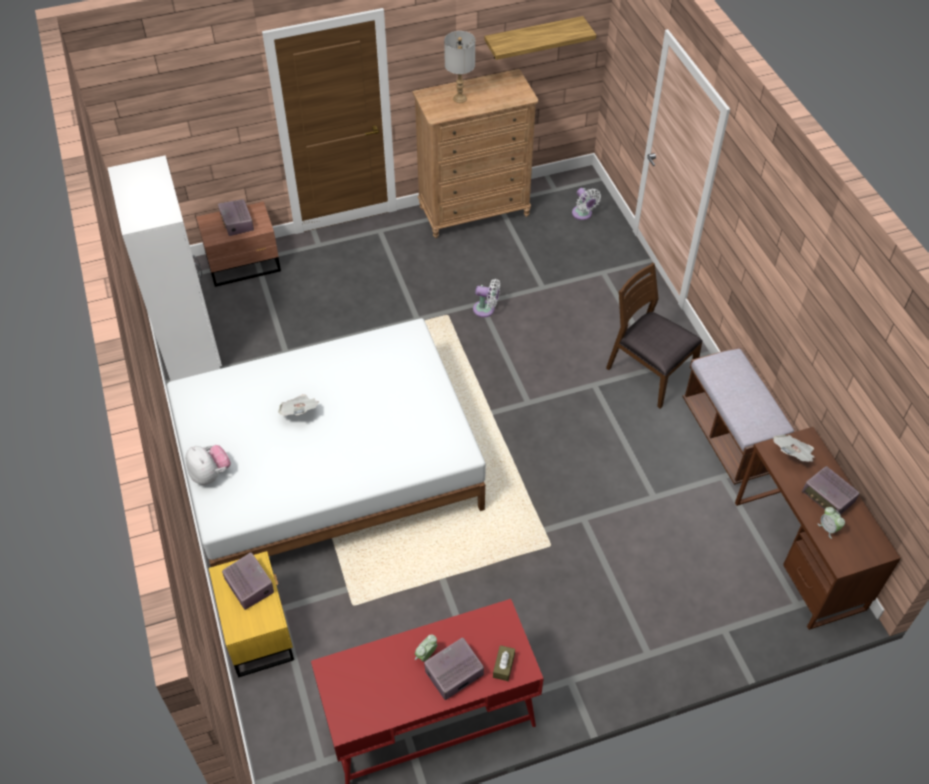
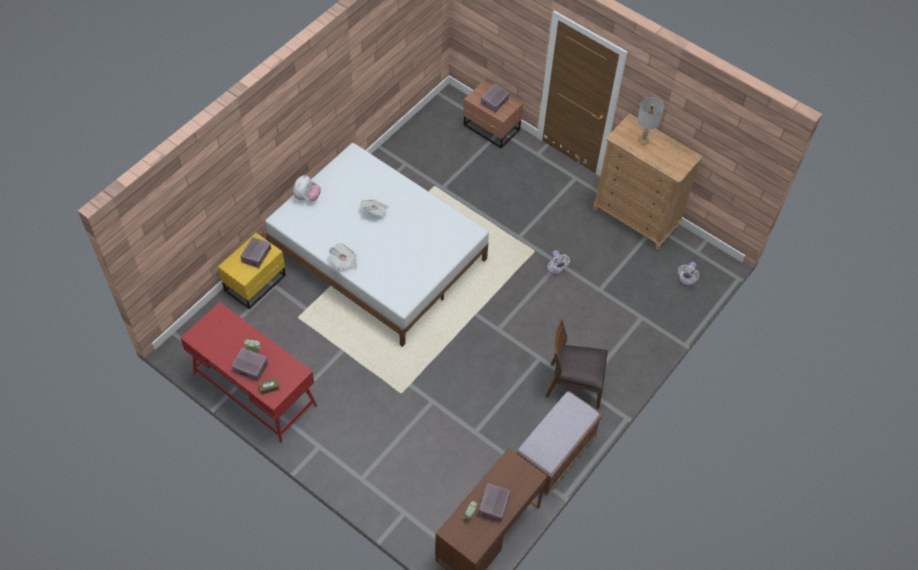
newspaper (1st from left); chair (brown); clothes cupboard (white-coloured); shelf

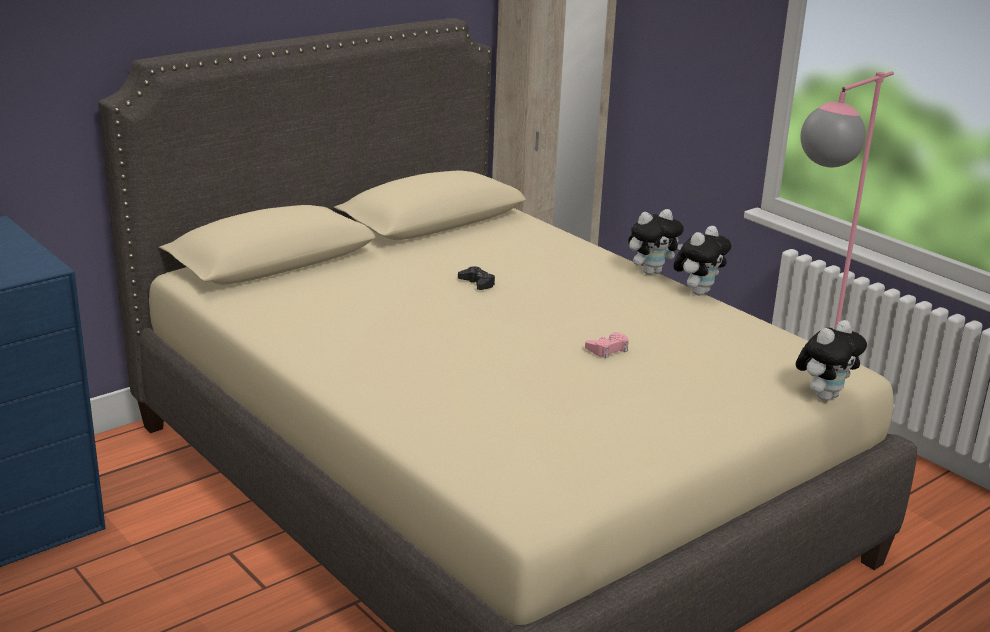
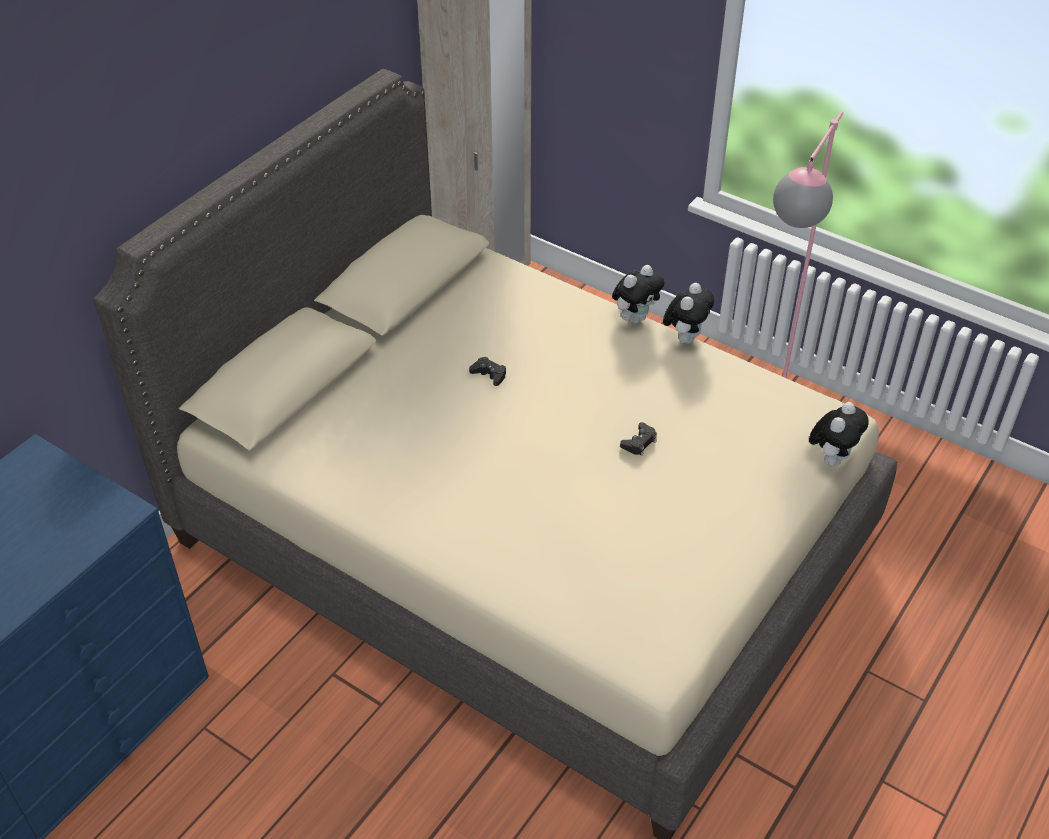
joypad (blackish) (2nd from left)

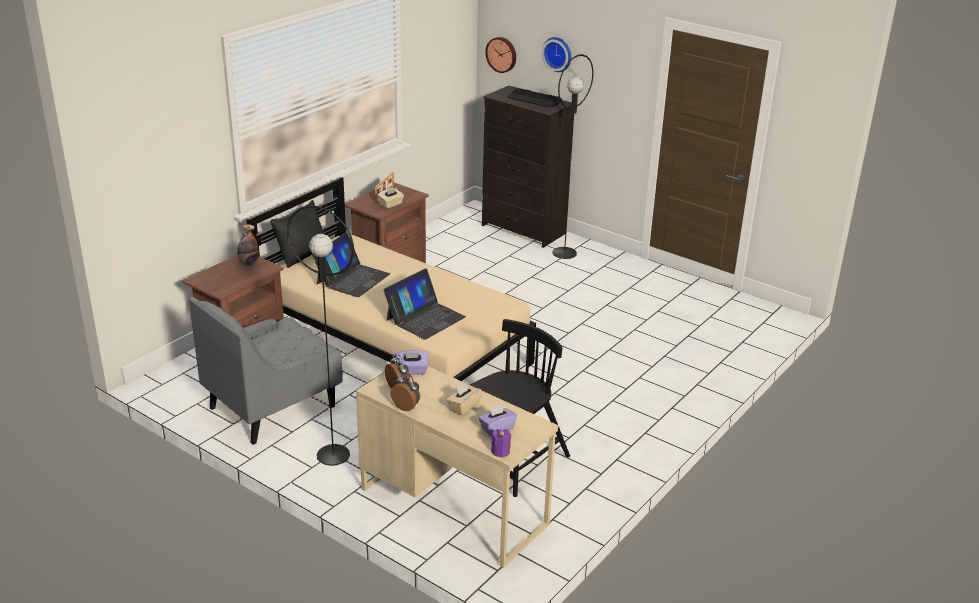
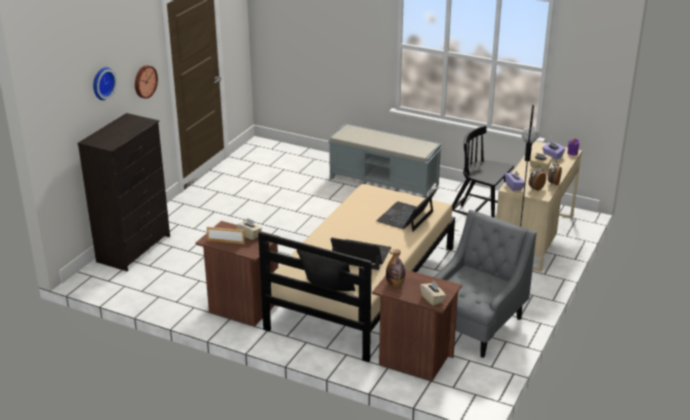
wall clock (2nd from left); bench (gray); notebook computer (2nd from left); tissue box (beige-coloured) (2nd from left); armchair (gray); PC keyboard; standing lamp (blackish) (2nd from left in the first image)

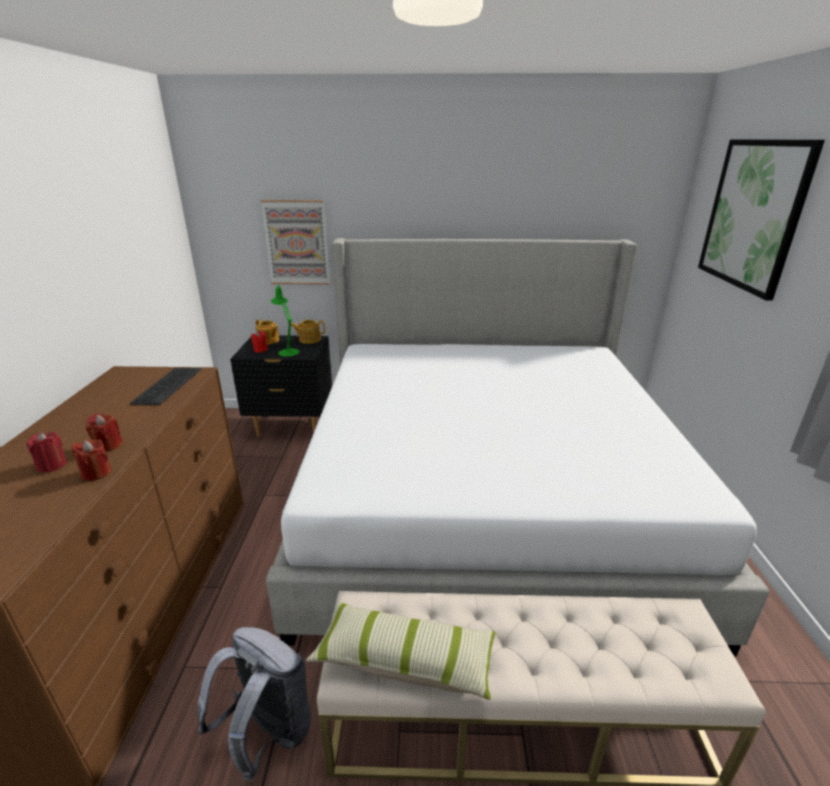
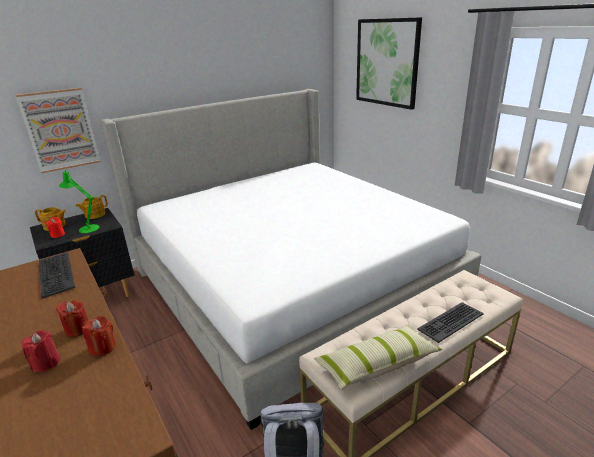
PC keyboard (2nd from left)

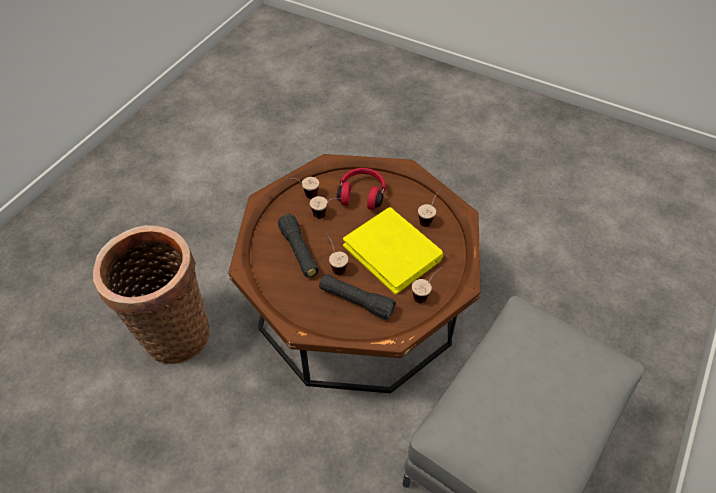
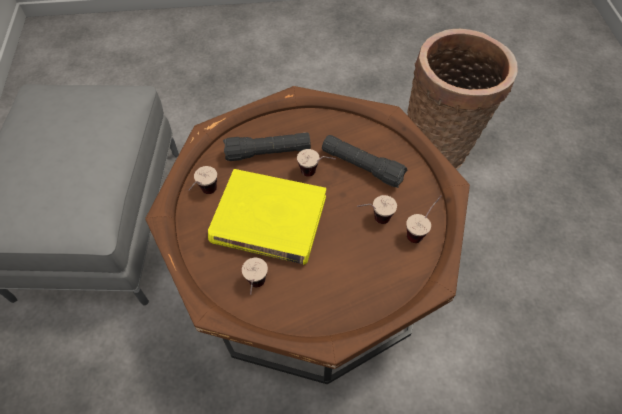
pair of headphones (reddish)

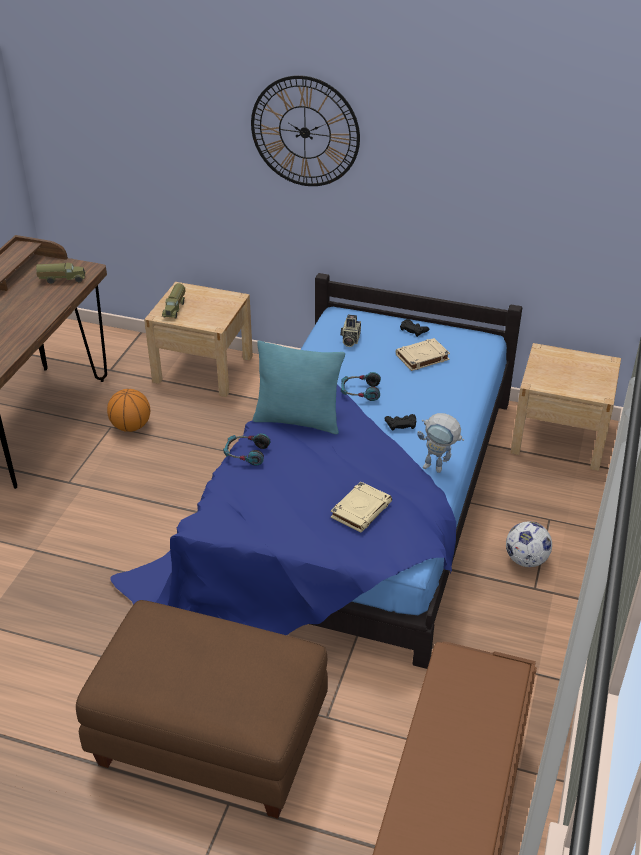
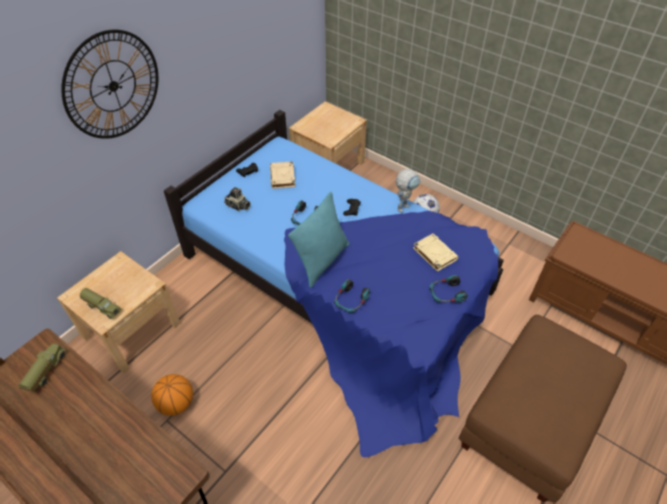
pair of headphones (3rd from left)

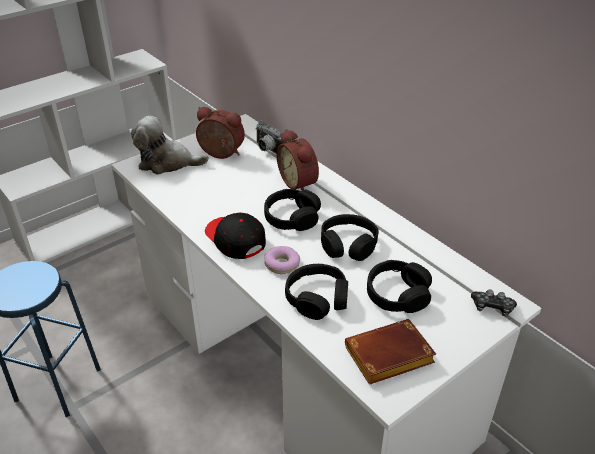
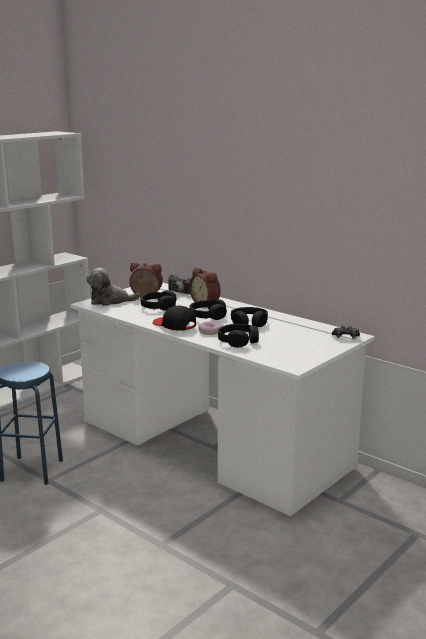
pair of headphones (blackish) (1st from left); volume (brown)

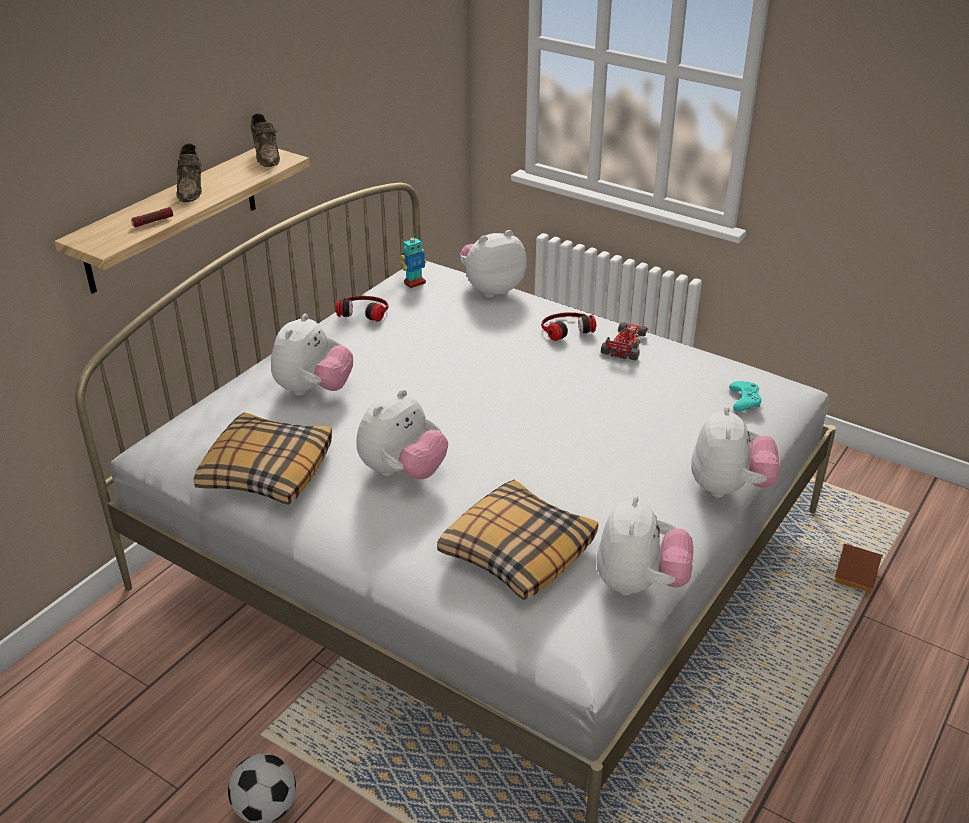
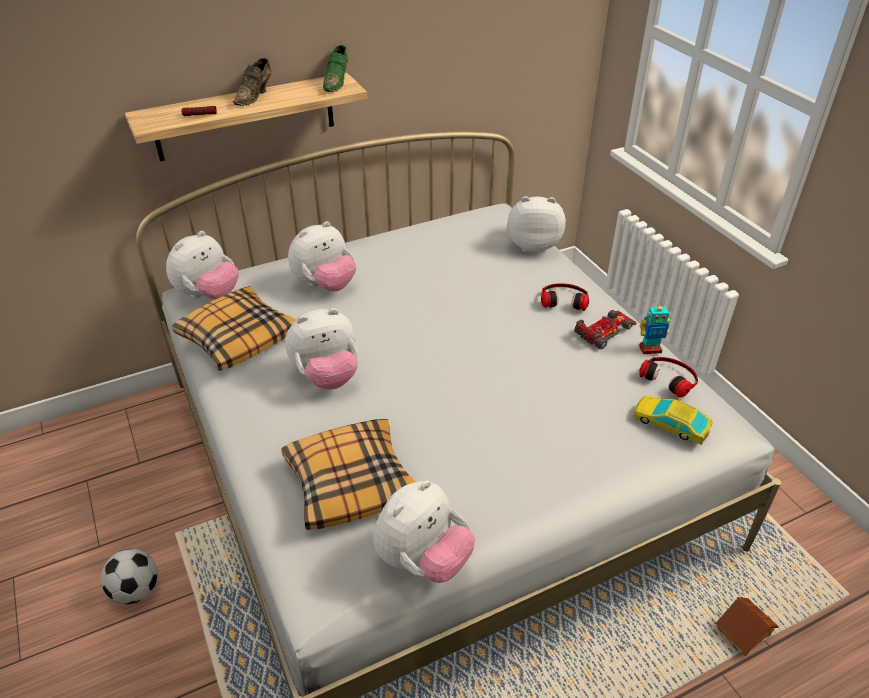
soft toy (1st from left); low shoe (green); toy car (2nd from left); model robot; pair of headphones (2nd from left)

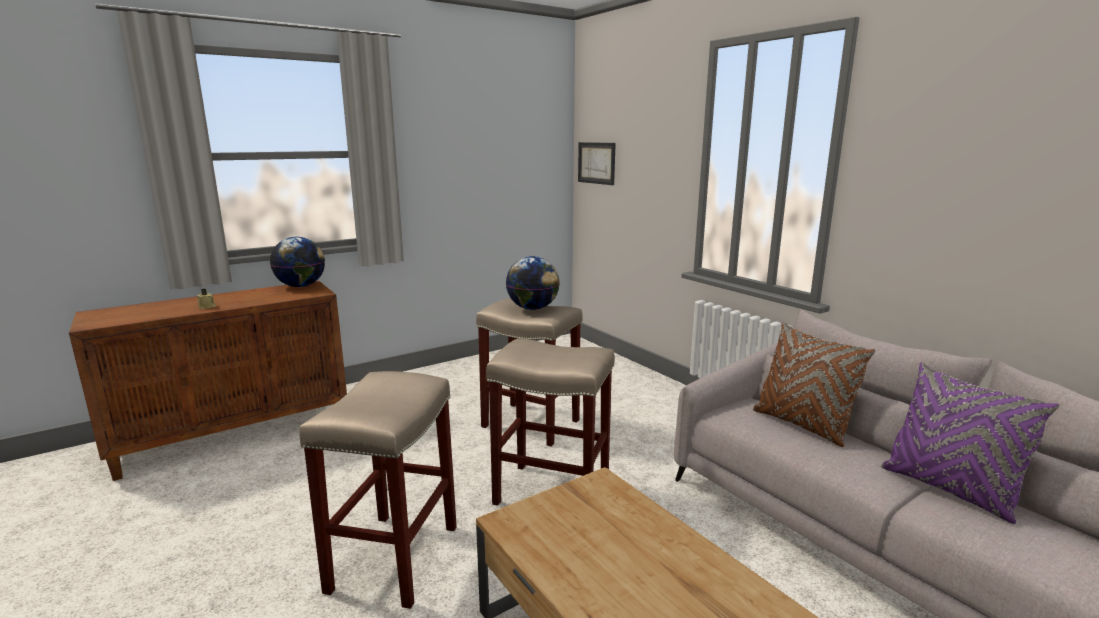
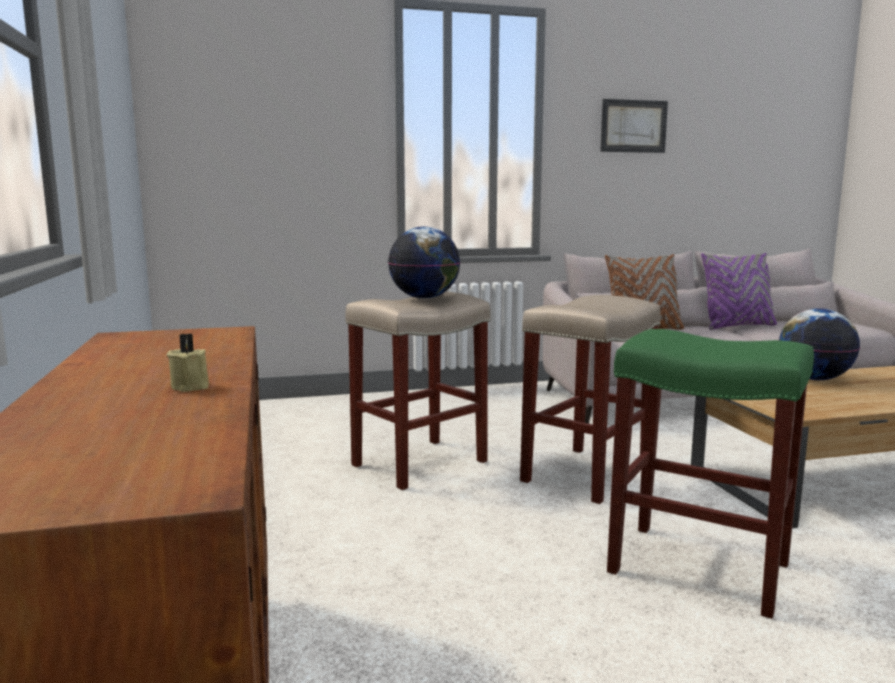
wall picture; sitting stool (green); world globe (2nd from left)

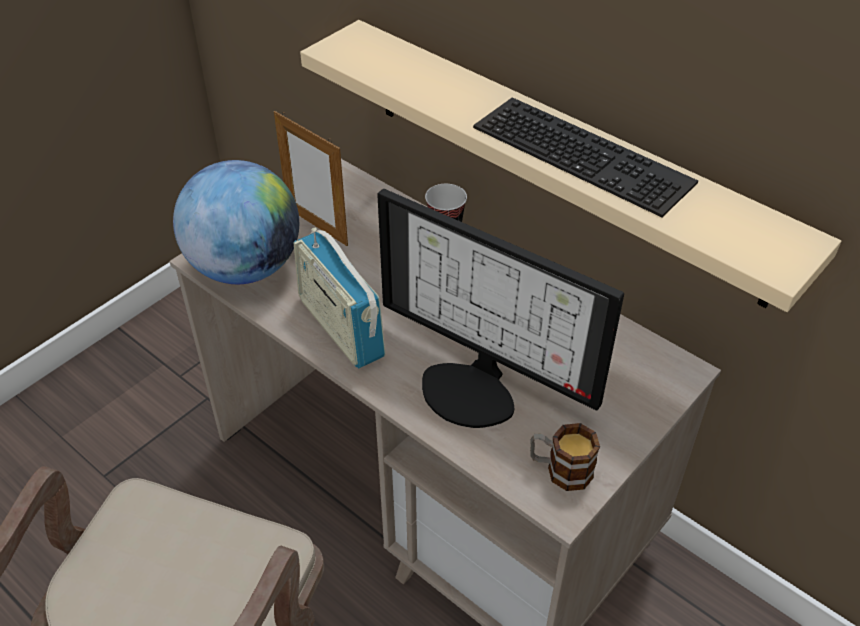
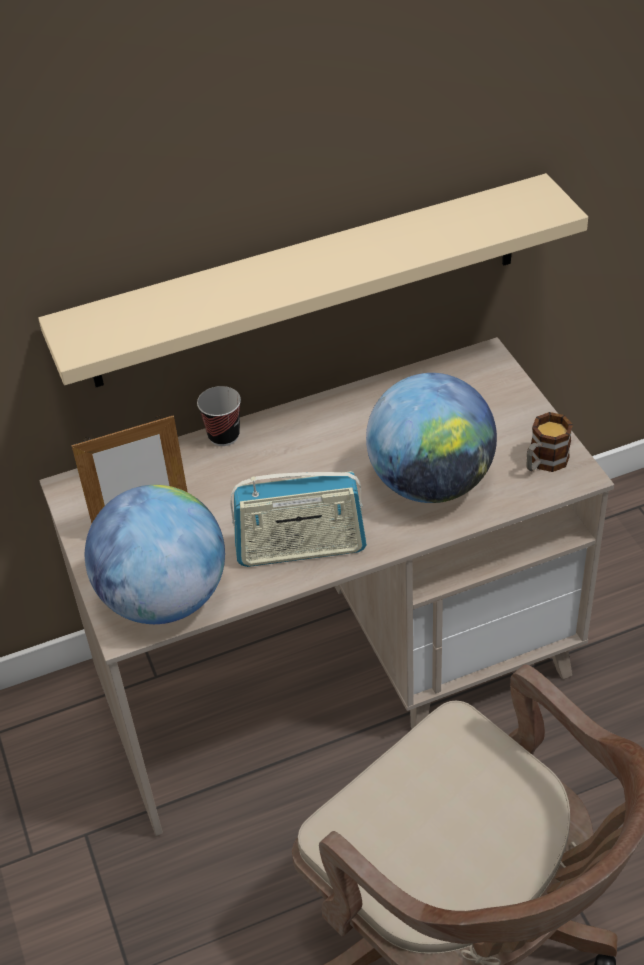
world globe (2nd from left); PC keyboard

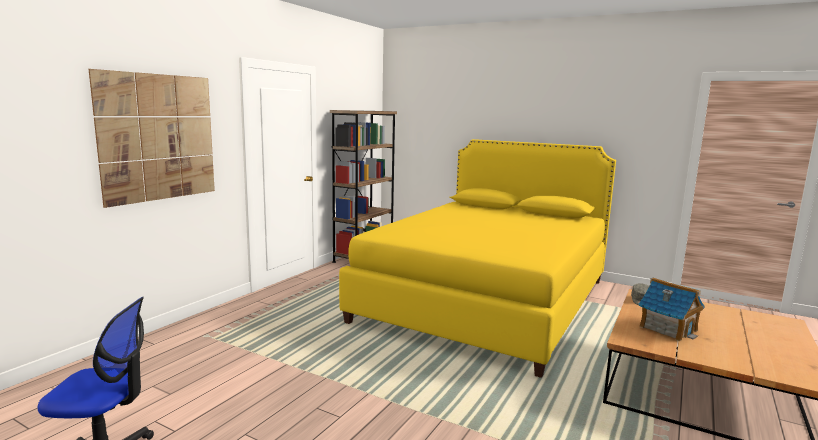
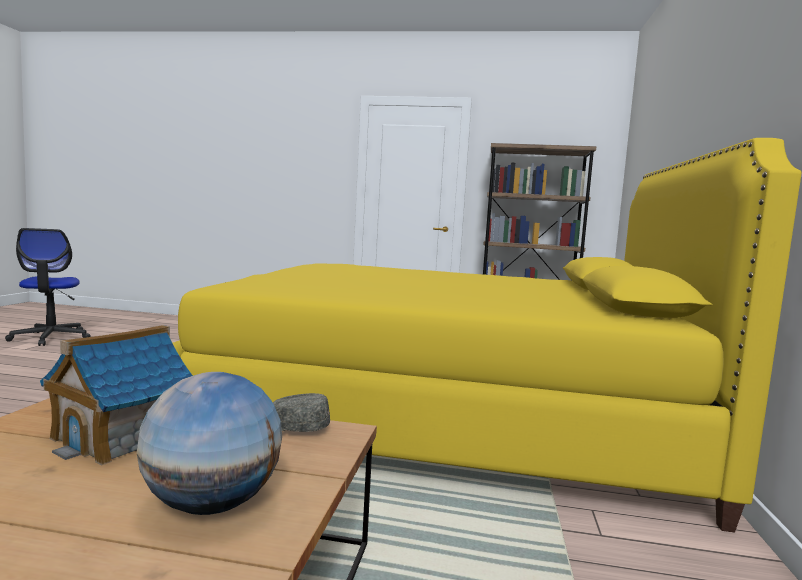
world globe; wall picture

